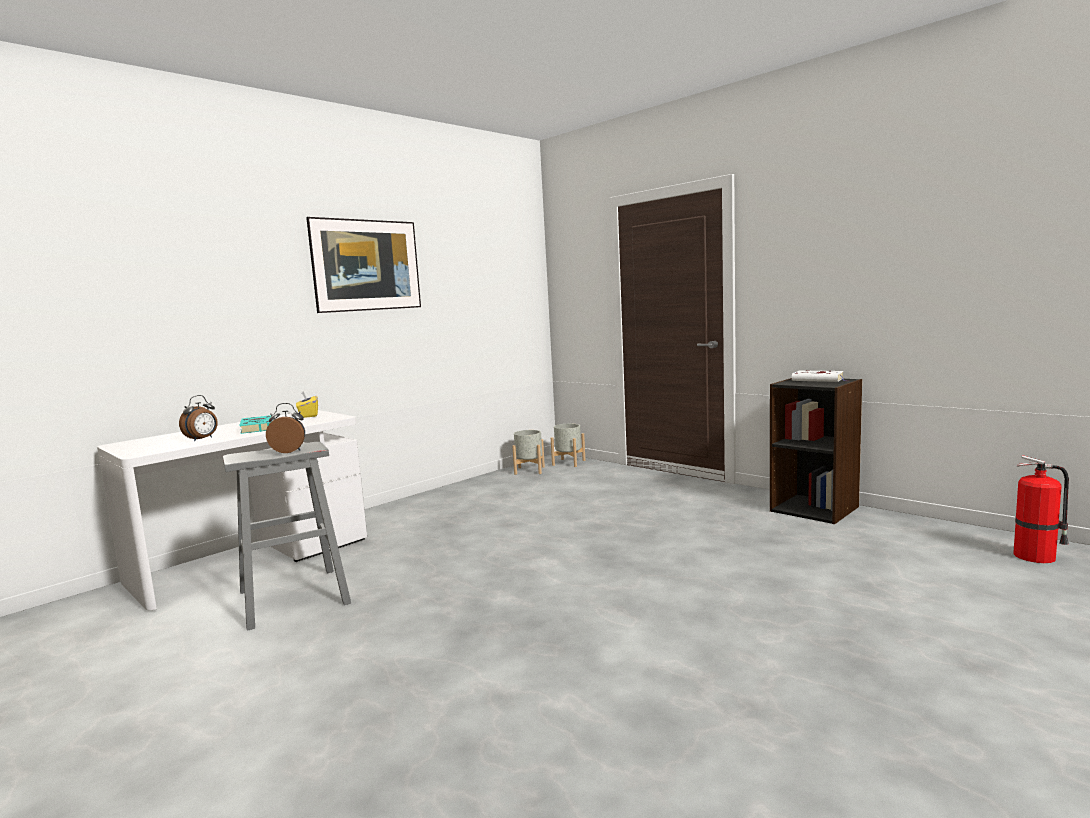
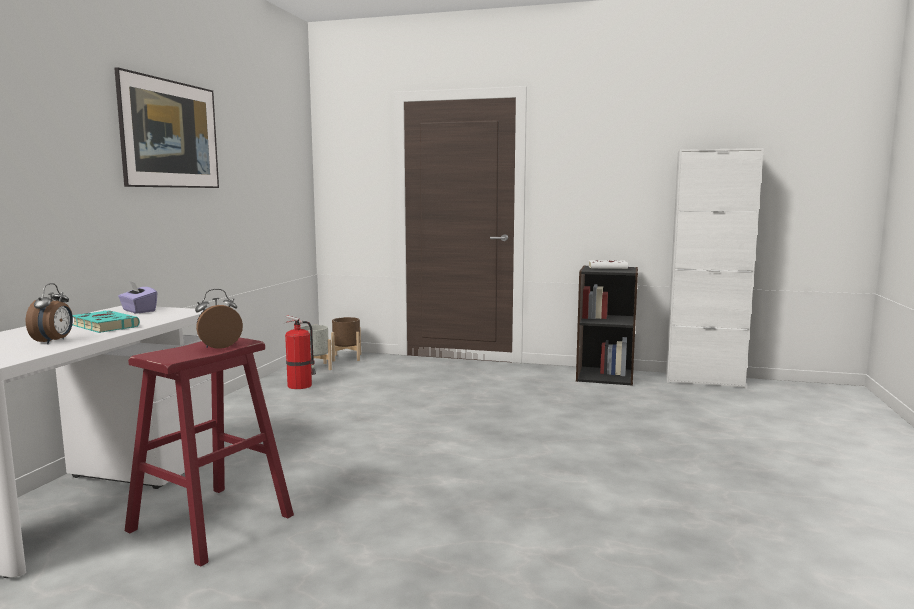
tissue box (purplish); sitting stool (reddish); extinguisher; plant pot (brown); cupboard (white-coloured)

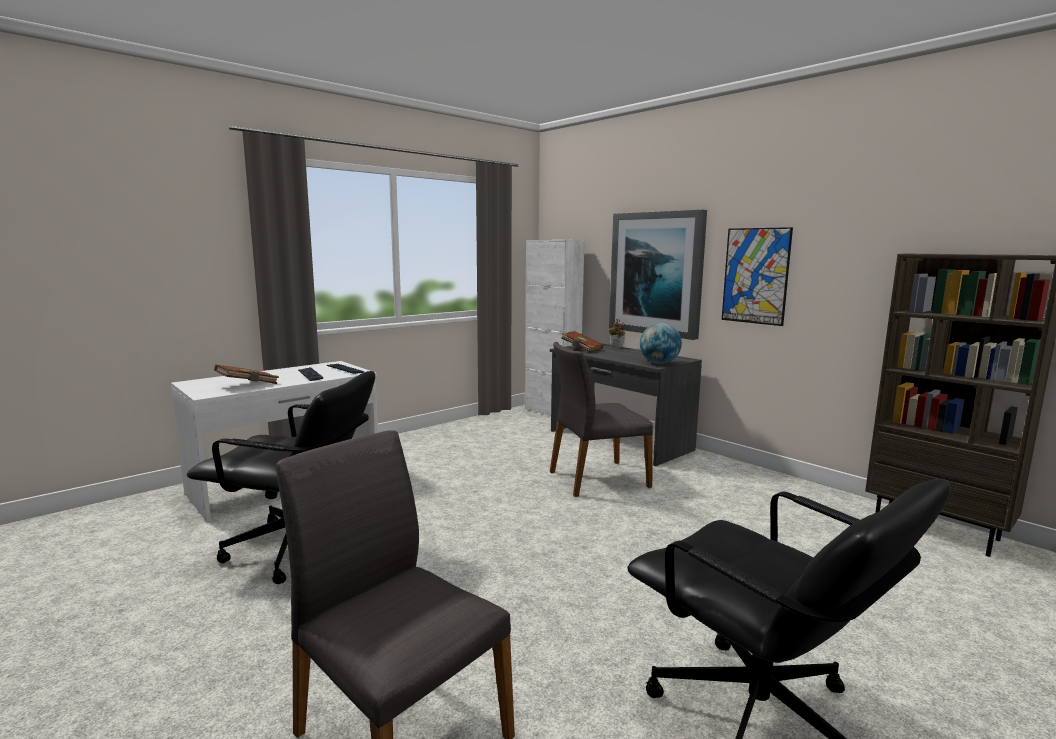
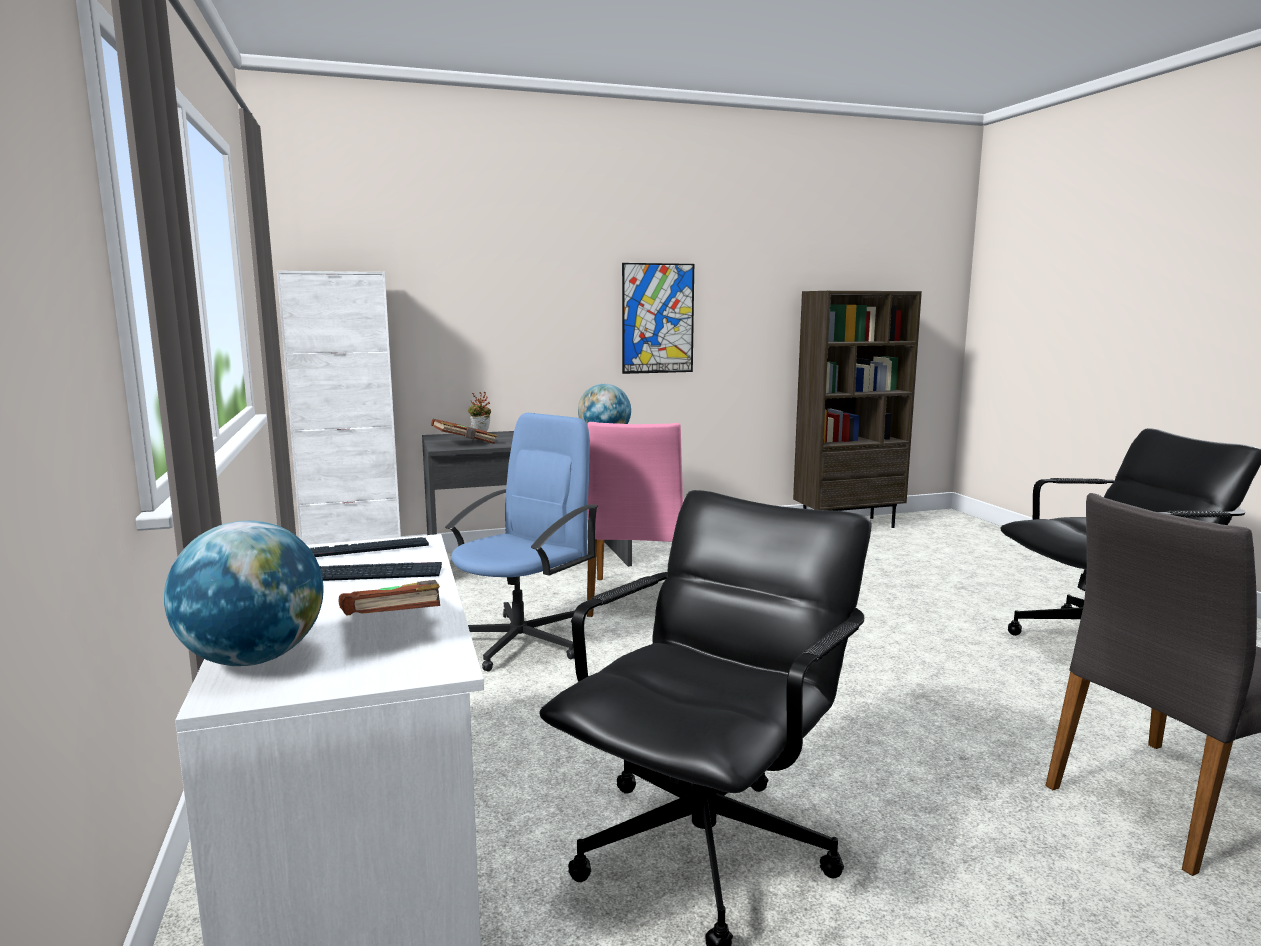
world globe (1st from left); computer chair (bluish); chair (pinkish); wall picture (1st from left in the first image)

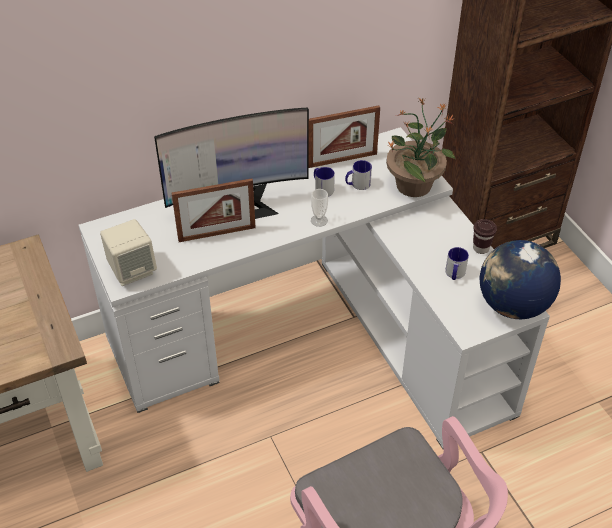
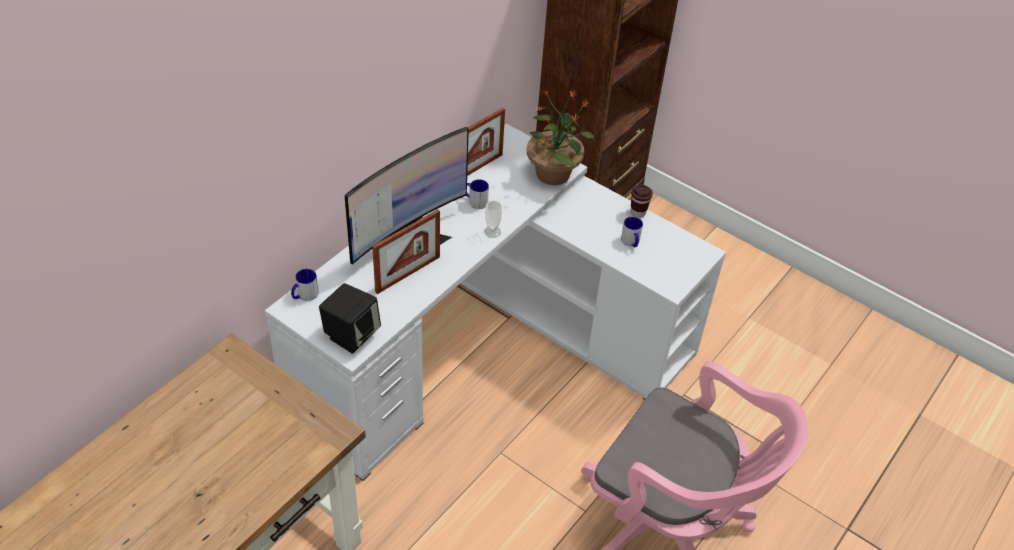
mug (1st from left); speaker (blackish); world globe

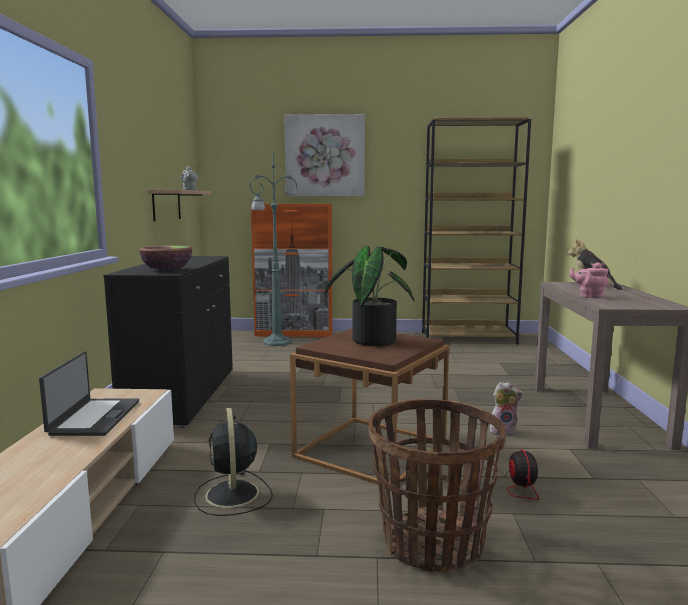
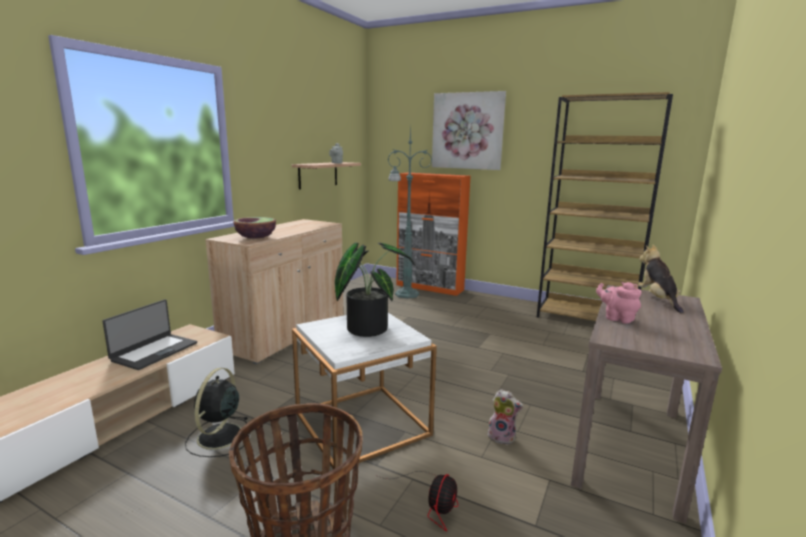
cupboard (beige-coloured); accent table (white-coloured)

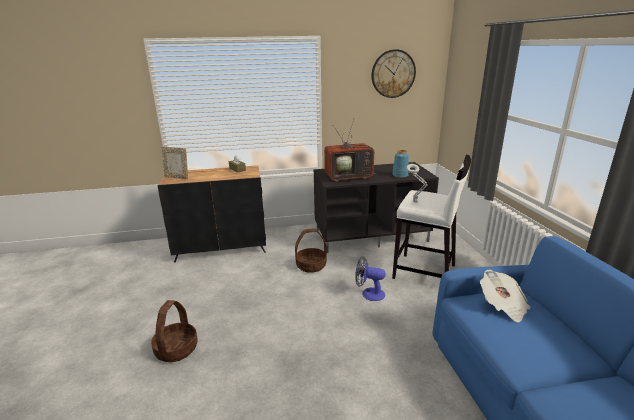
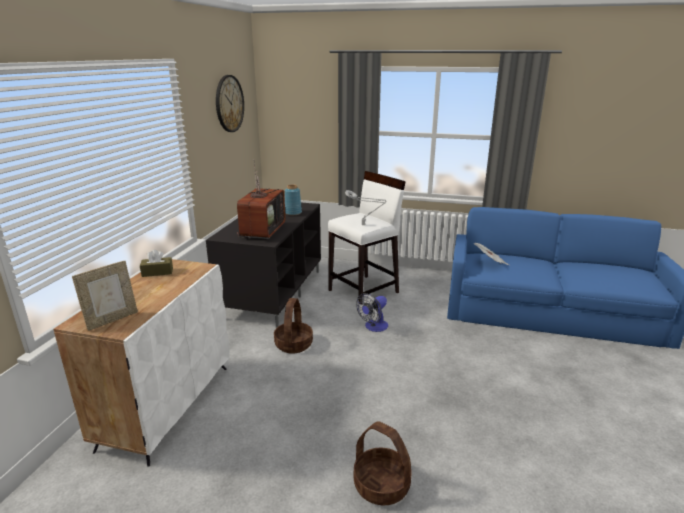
cupboard (white-coloured)

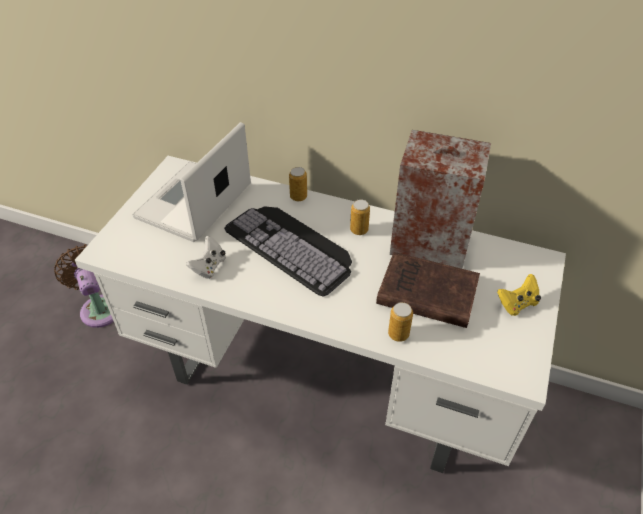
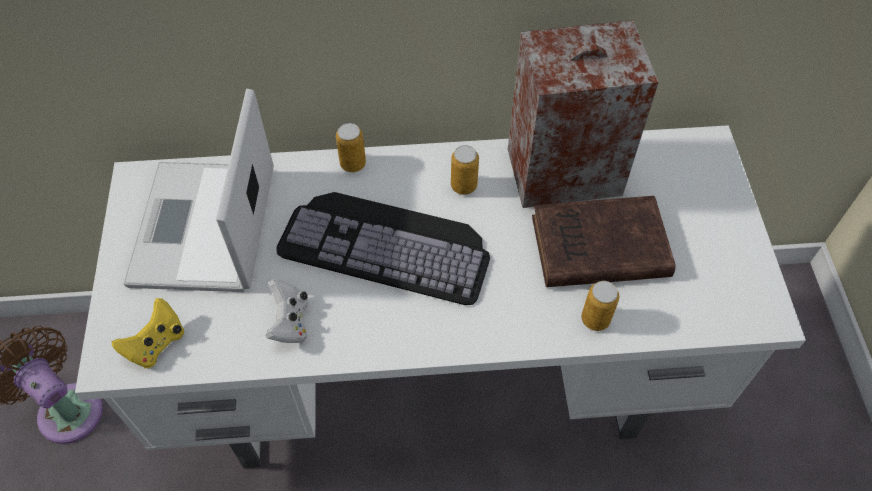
joypad (yellow)

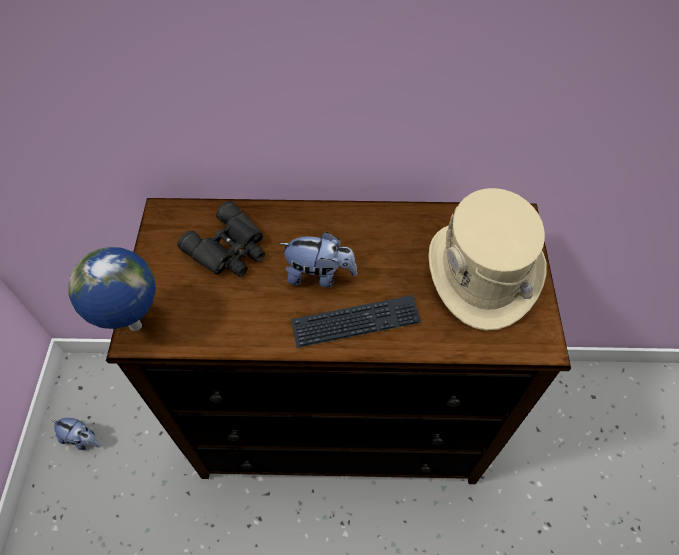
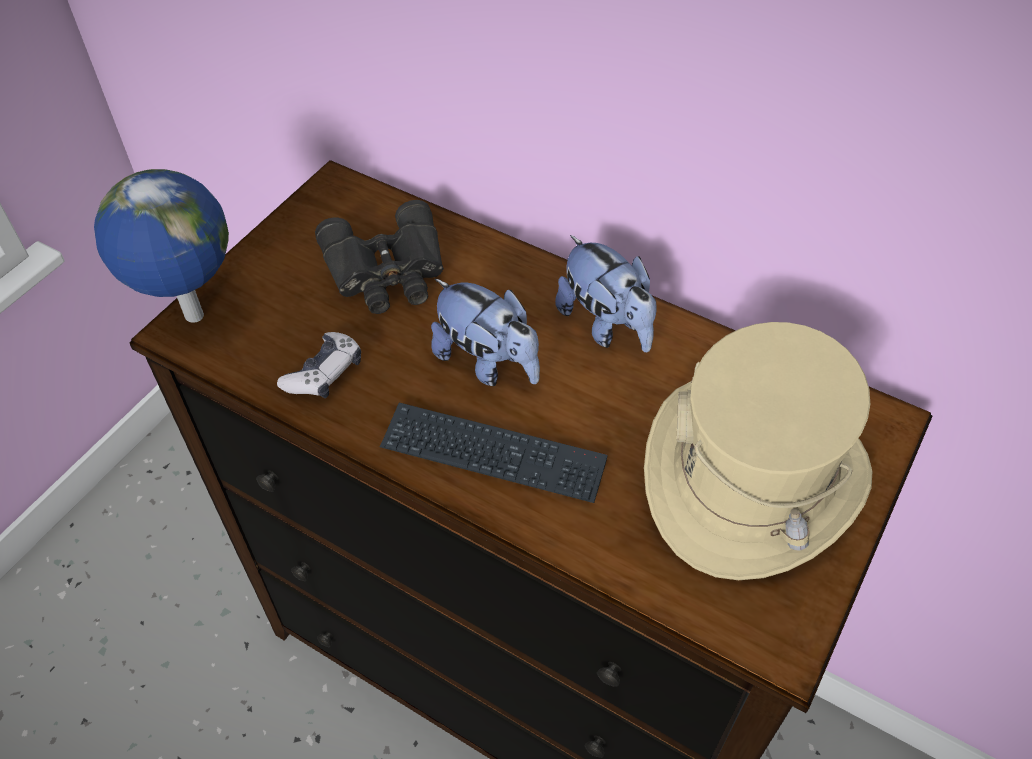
joypad; soft toy (2nd from left)

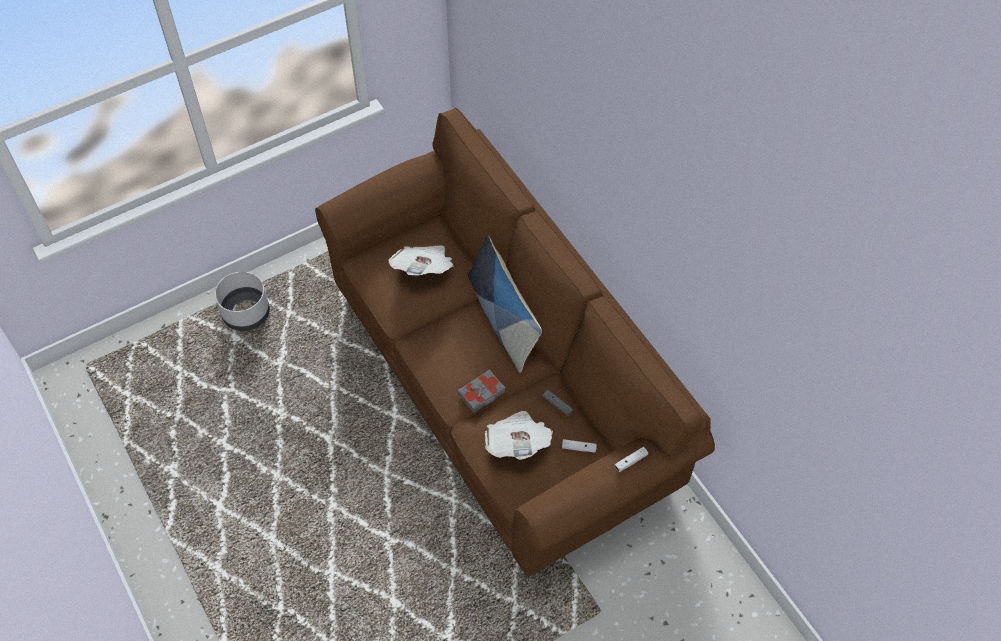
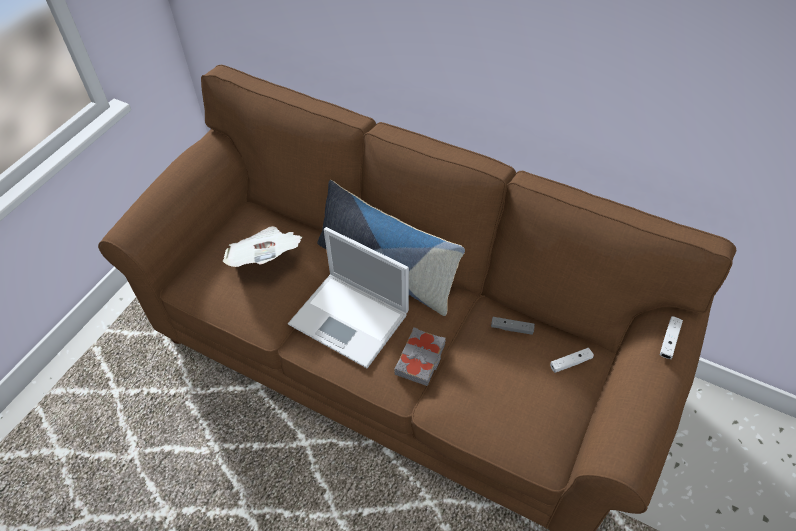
notebook computer; plant pot (gray); newspaper (2nd from left in the first image)

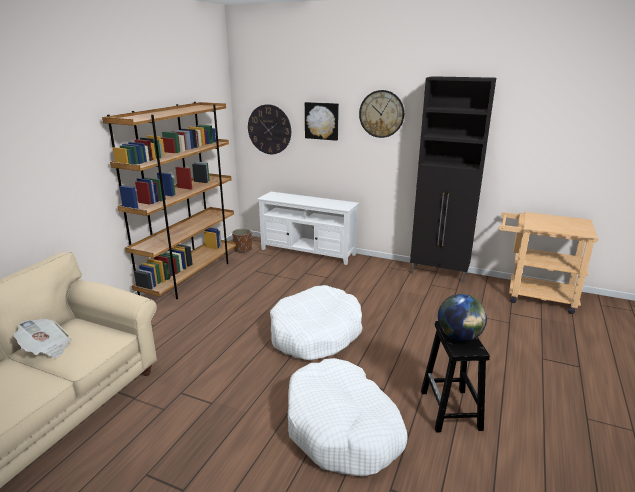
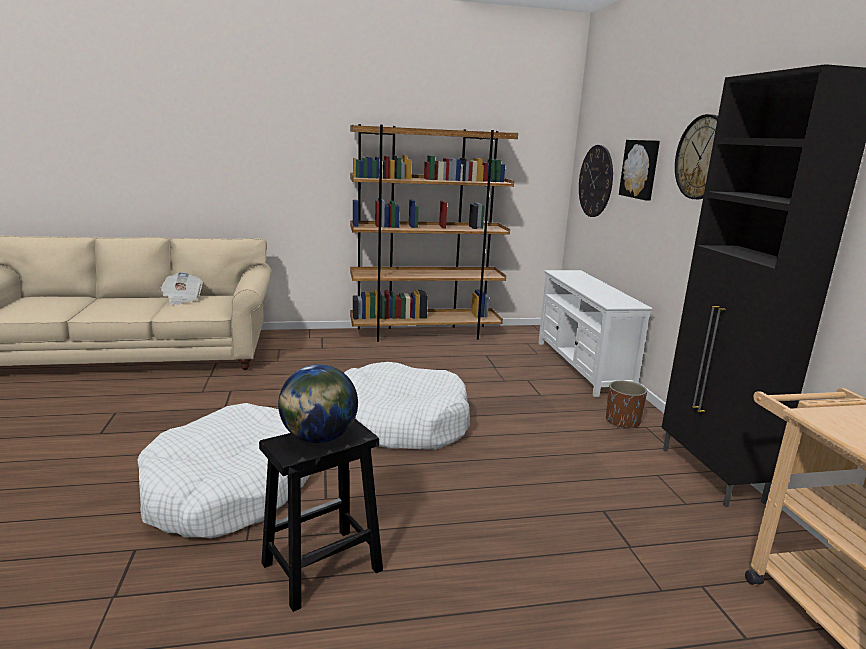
plant pot (brown)

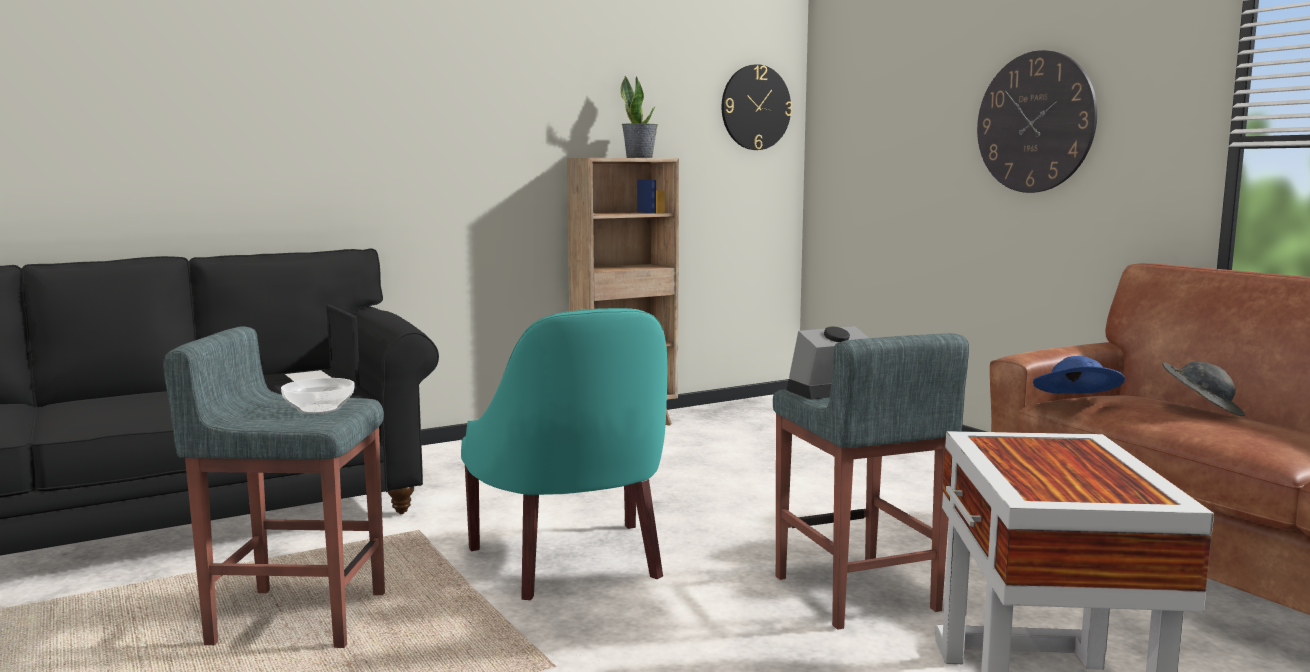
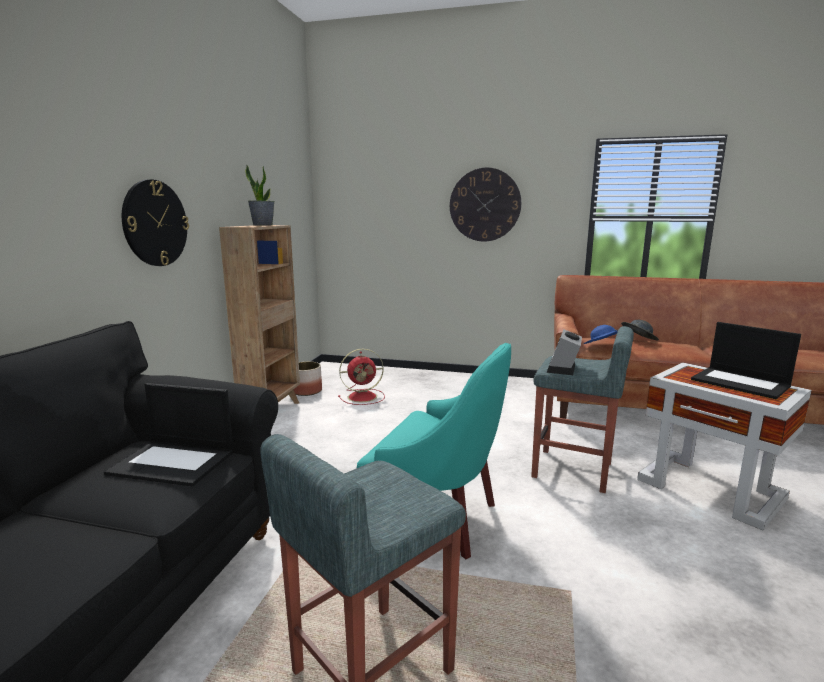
wall clock (1st from left); plant pot; electric fan (reddish); notebook computer (2nd from left); deep dish

